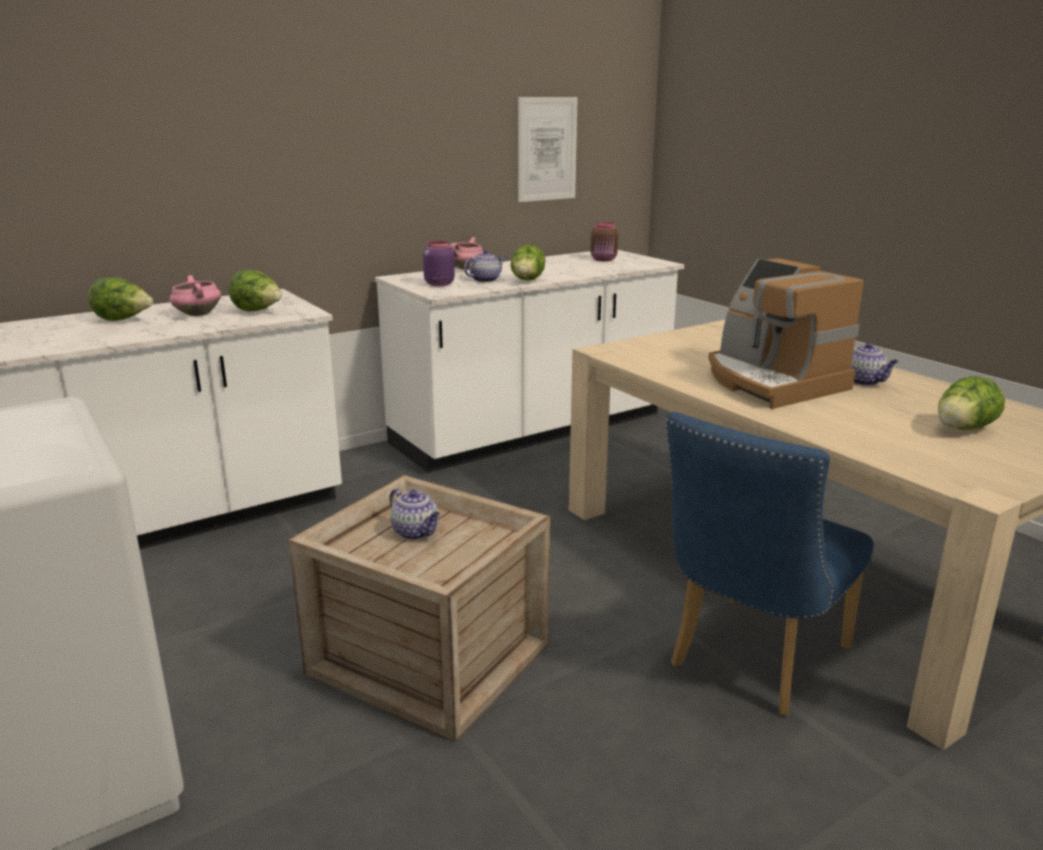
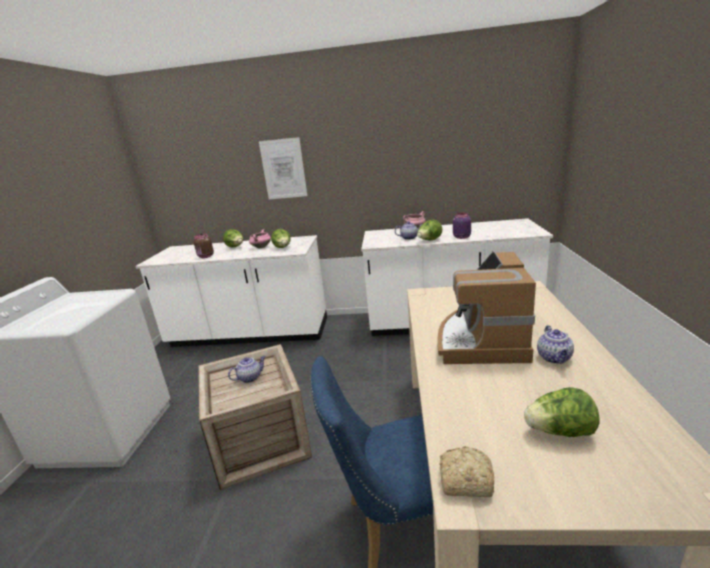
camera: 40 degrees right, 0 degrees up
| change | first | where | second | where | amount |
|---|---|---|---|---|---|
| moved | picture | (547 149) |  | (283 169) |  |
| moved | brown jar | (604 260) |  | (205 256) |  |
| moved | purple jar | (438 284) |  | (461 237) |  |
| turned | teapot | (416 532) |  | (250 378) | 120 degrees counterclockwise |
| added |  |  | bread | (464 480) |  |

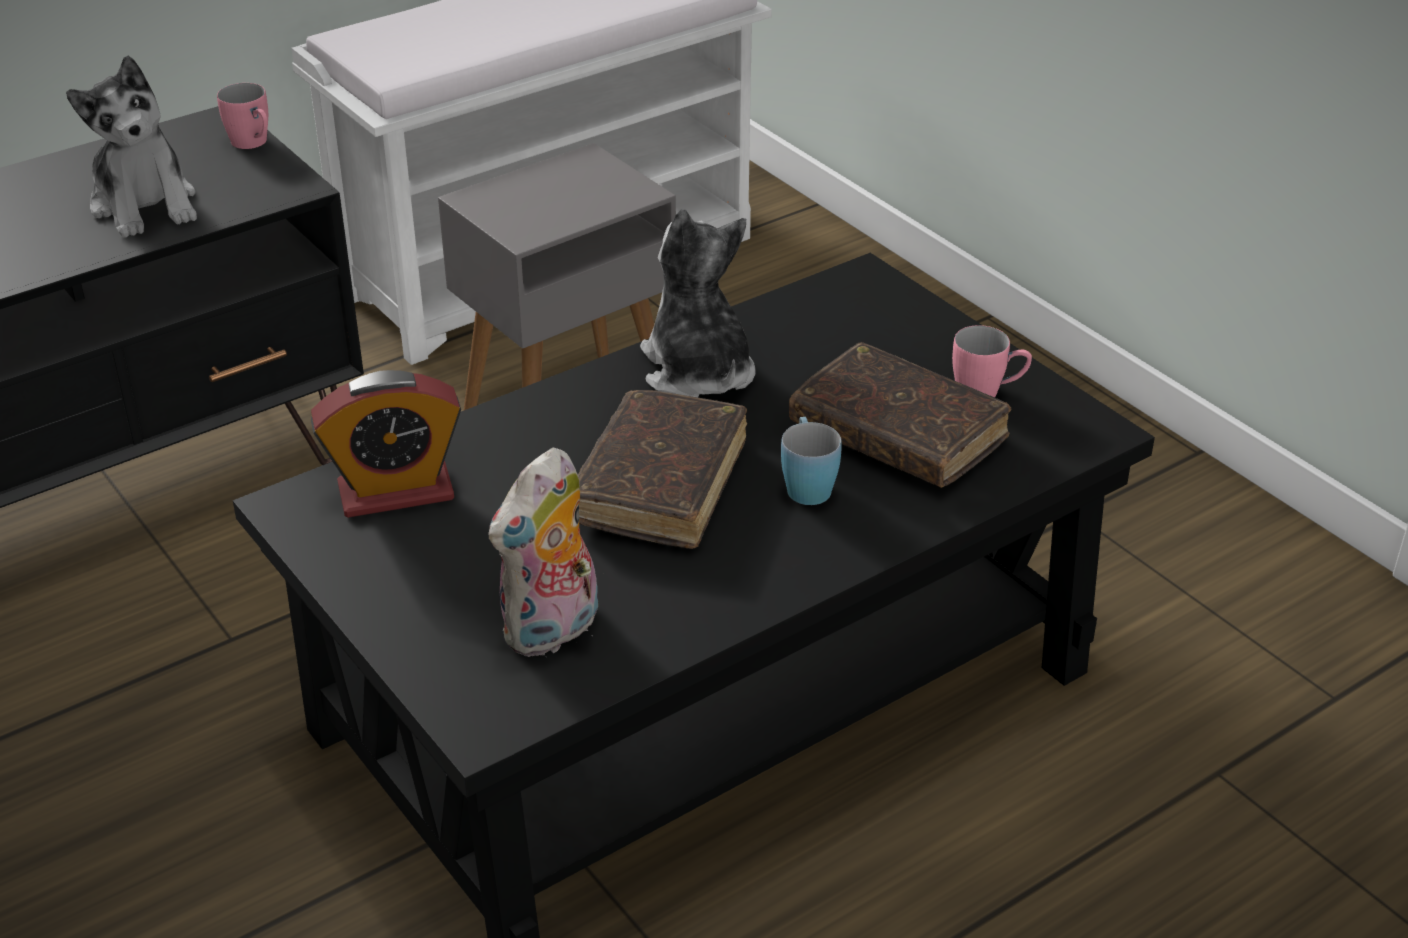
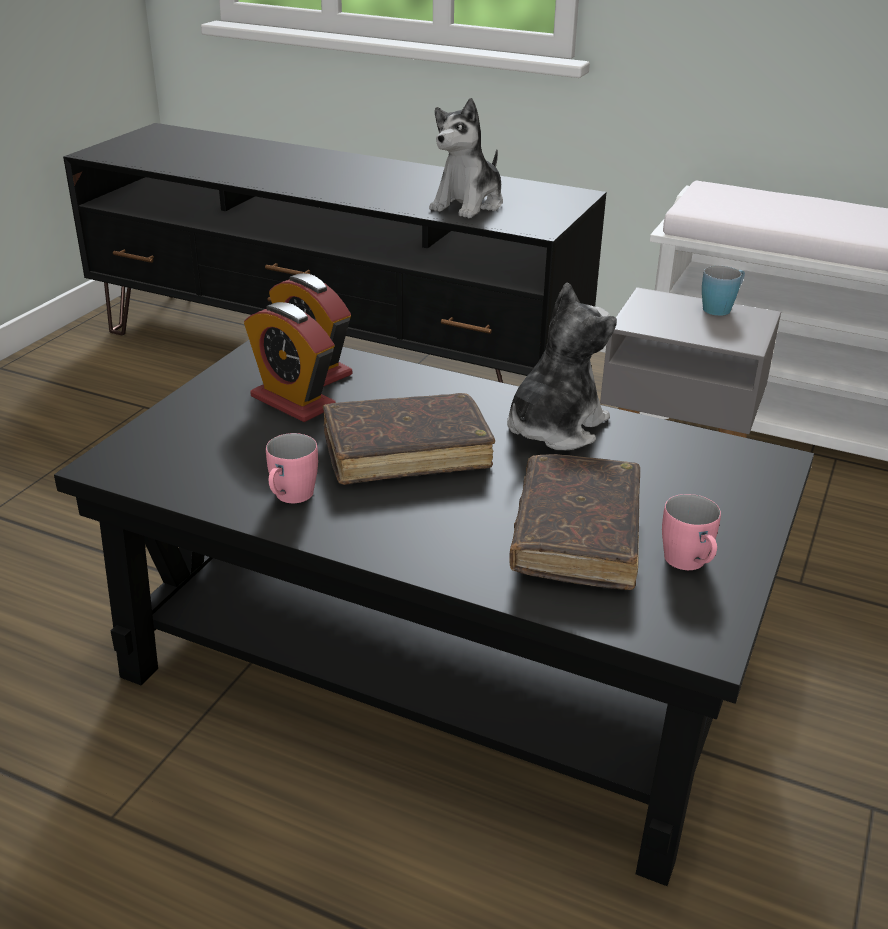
camera: 60 degrees right, 5 degrees down
| change | first | where | second | where | amount |
|---|---|---|---|---|---|
| moved | pink mug | (254 144) |  | (290 498) |  |
| moved | blue mug | (806 484) |  | (721 308) |  |
| removed | plush toy | (553 631) |  |  |  |
| added |  |  | alarm clock | (293 402) |  |

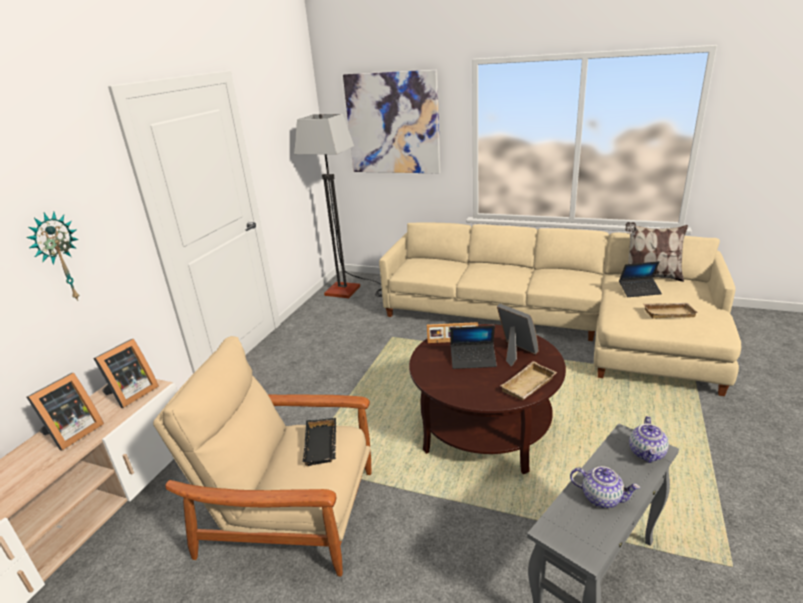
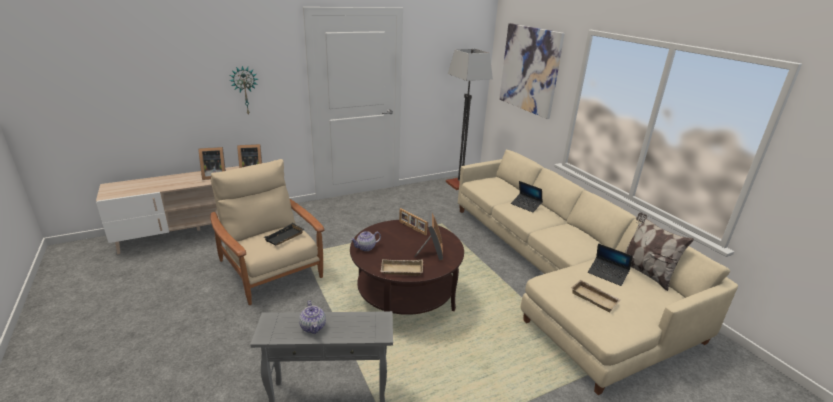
camera: 40 degrees right, 0 degrees up
| change | first | where | second | where | amount |
|---|---|---|---|---|---|
| moved | laptop | (473 360) |  | (526 205) |  |
| moved | teapot | (647 453) |  | (366 248) |  |

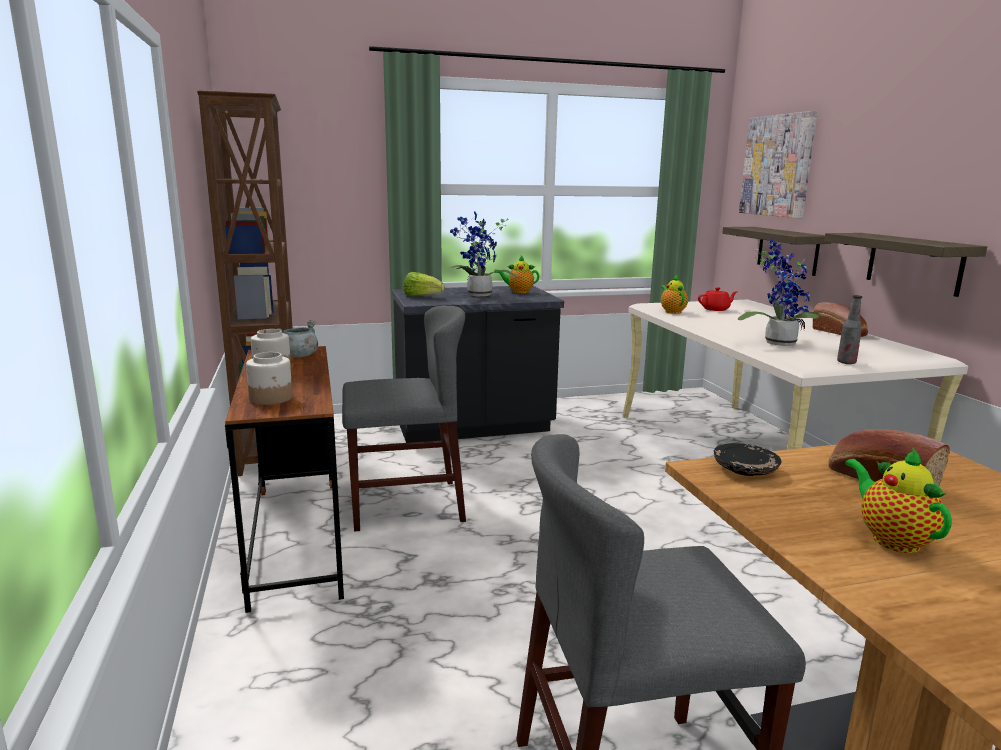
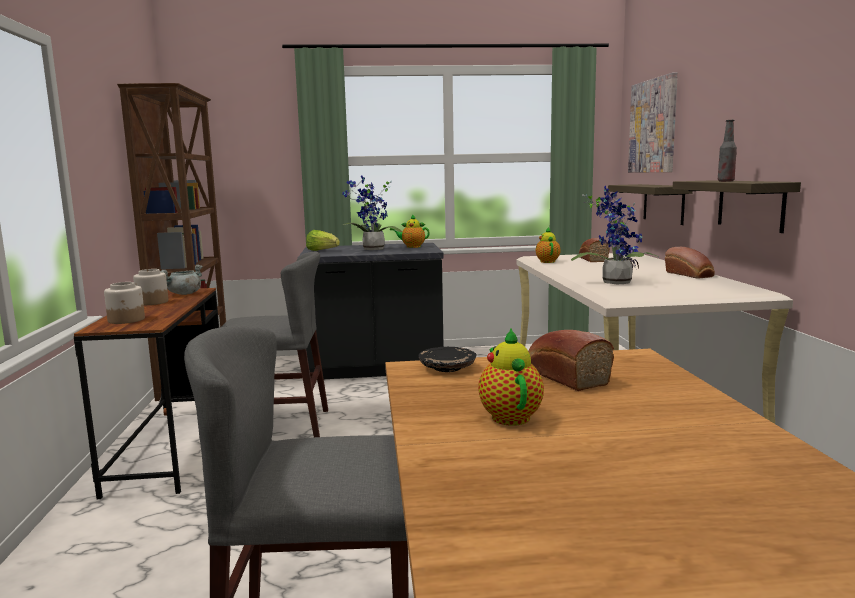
camera: 10 degrees right, 5 degrees down
| change | first | where | second | where | amount |
|---|---|---|---|---|---|
| replaced | red teapot | (716 309) | bread | (592 259) |  |
| moved | bottle | (846 362) |  | (725 181) |  |

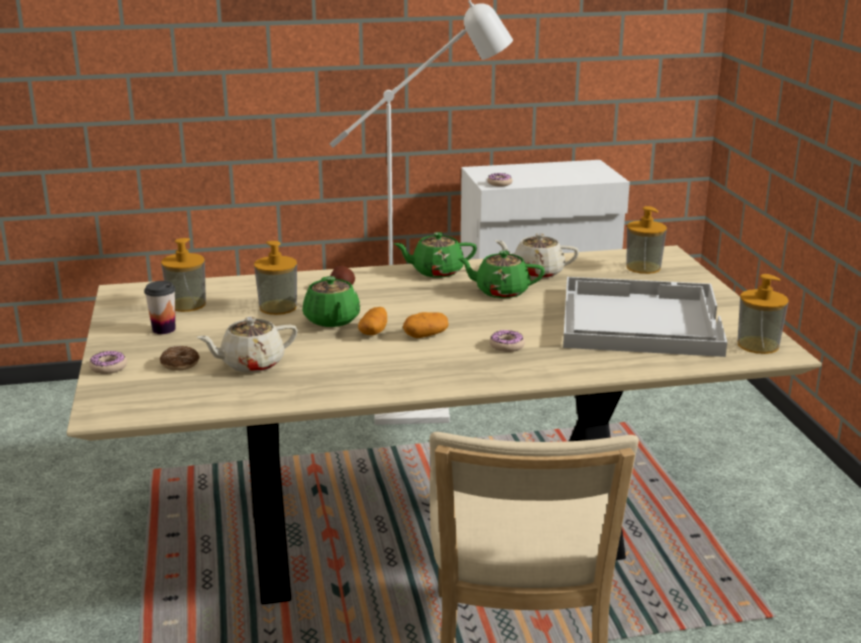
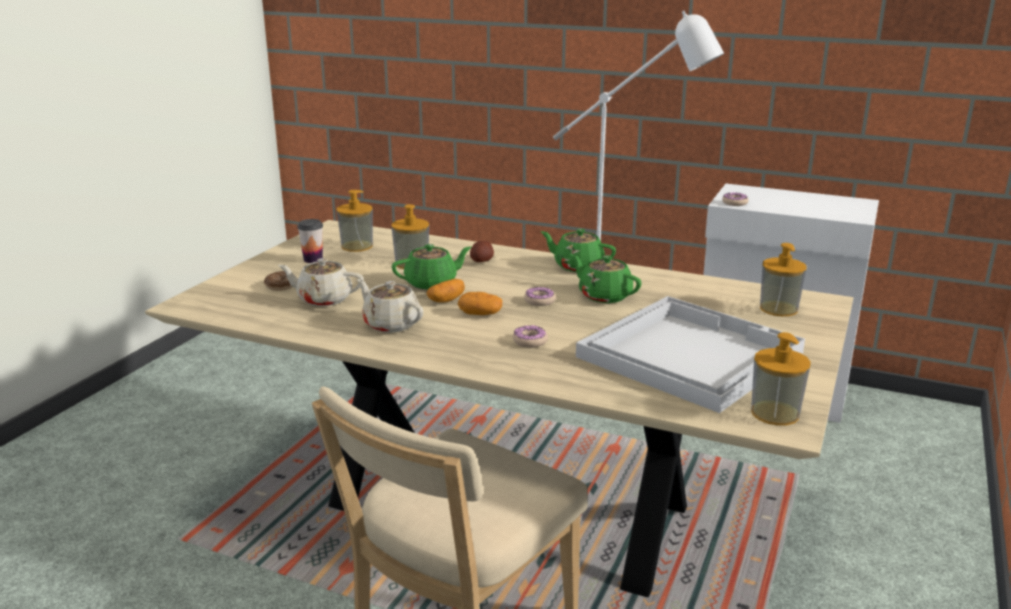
camera: 35 degrees right, 0 degrees up
| change | first | where | second | where | amount |
|---|---|---|---|---|---|
| moved | beige teapot | (536 272) |  | (391 324) |  |
| turned | green teapot | (332 320) |  | (432 283) | 135 degrees counterclockwise |
| moved | donut | (108 367) |  | (539 301) |  |

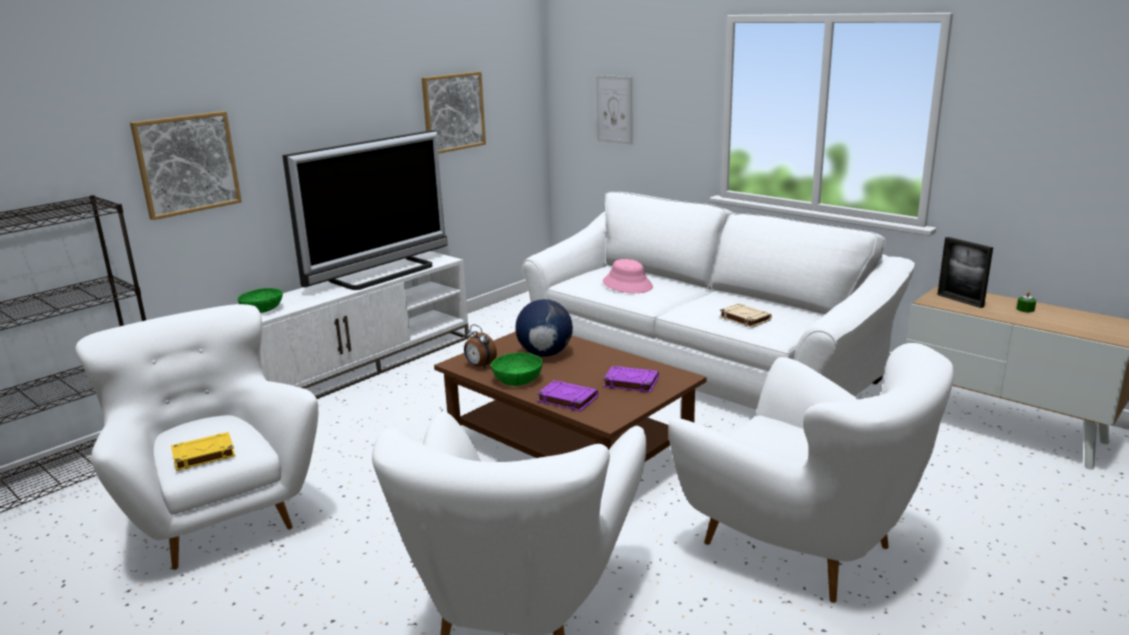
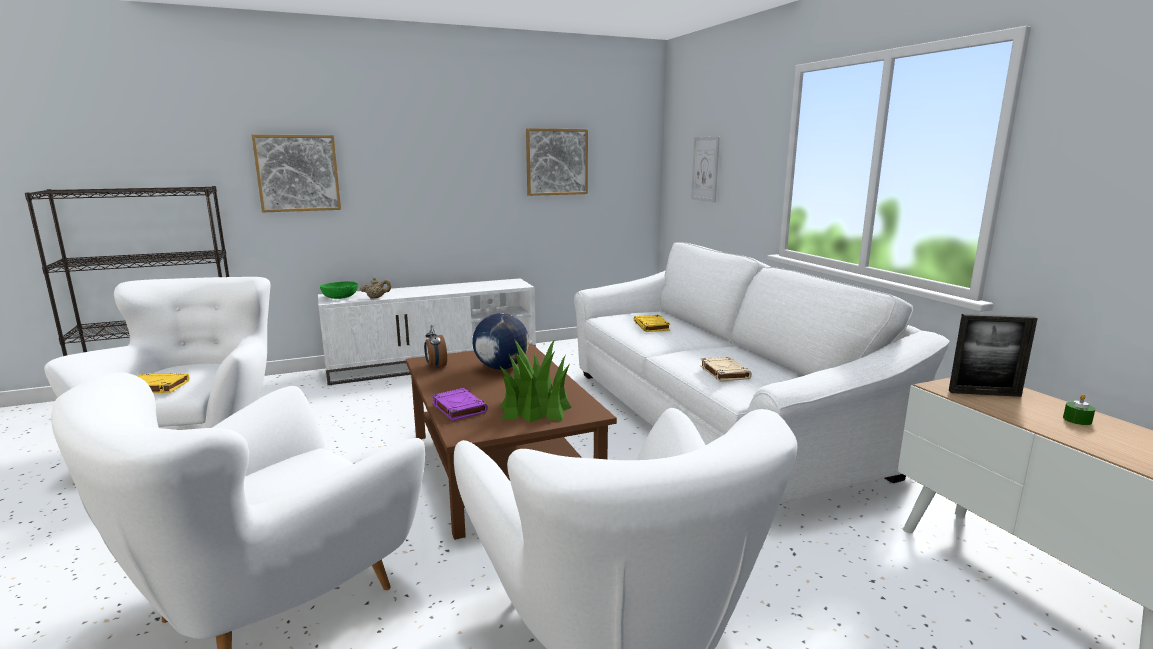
camera: 25 degrees right, 5 degrees down
| change | first | where | second | where | amount |
|---|---|---|---|---|---|
| removed | television | (384 274) |  |  |  |
| turned | picture frame | (960 300) |  | (984 393) | 75 degrees counterclockwise |
| replaced | pink hat | (627 285) | yellow book | (651 326) |  |
| removed | green bowl | (517 380) |  |  |  |
| replaced | purple book | (630 383) | potted plant | (535 407) |  |
| added |  |  | beige teapot | (376 298) |  |

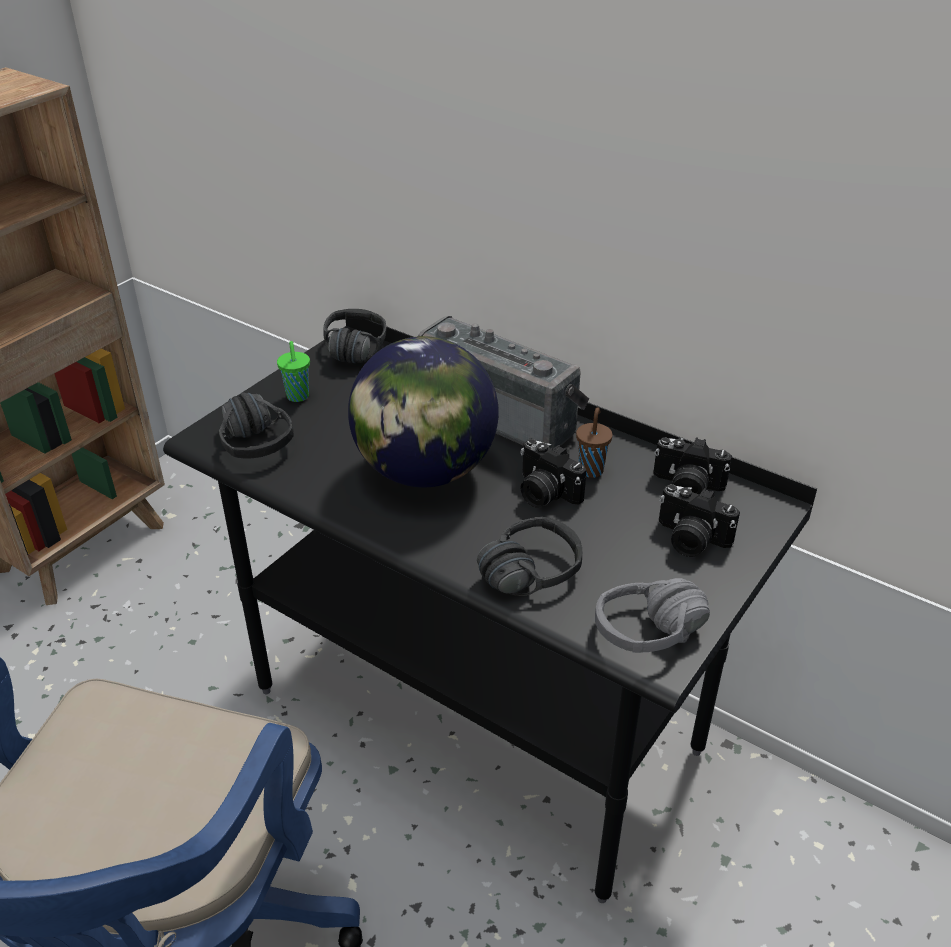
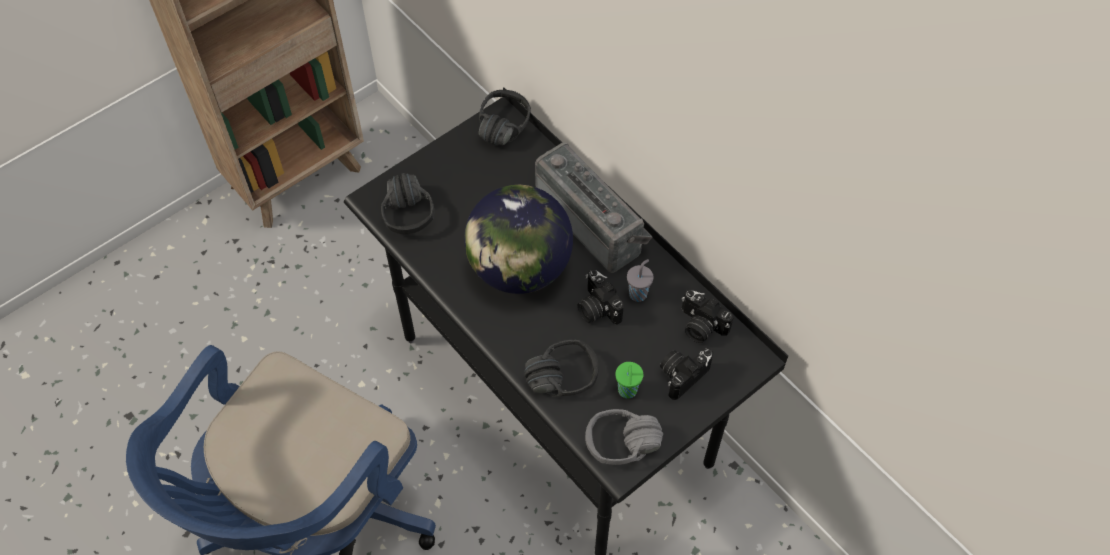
camera: 15 degrees right, 20 degrees up
| change | first | where | second | where | amount |
|---|---|---|---|---|---|
| moved | green cup | (298 397) |  | (627 391) |  |
| recoloured | brown cup | (591 469) | grey cup | (638 293) |  |
| turned | photo camera | (690 540) |  | (682 374) | 90 degrees clockwise |

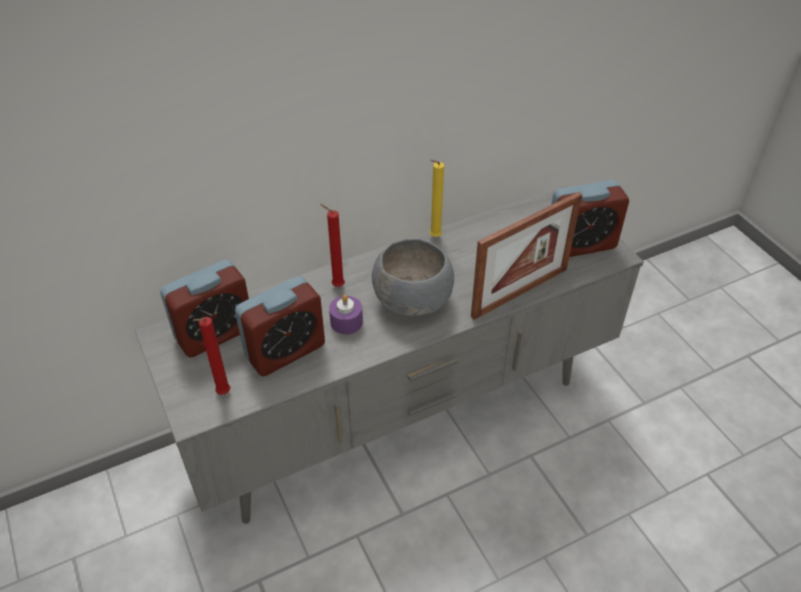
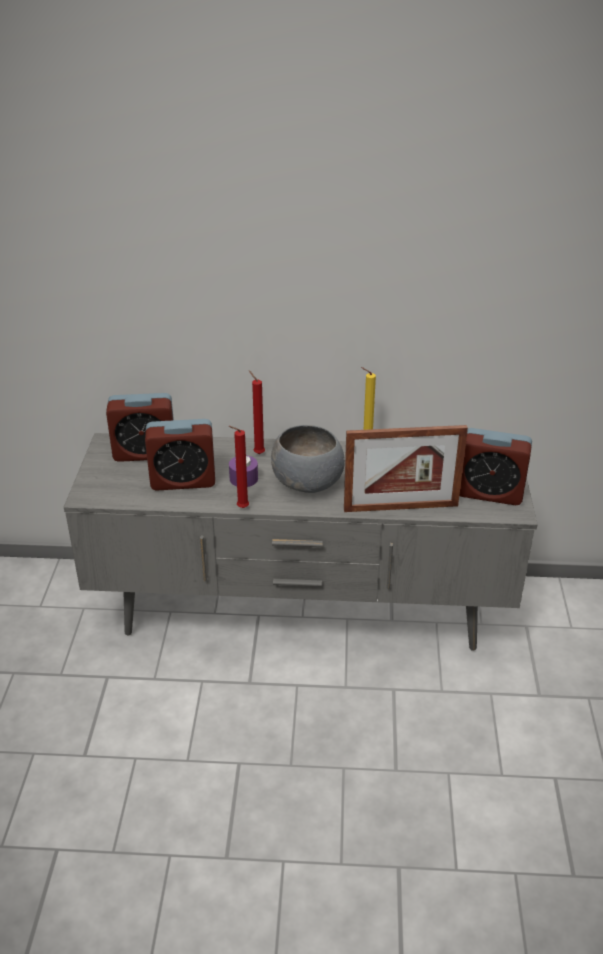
camera: 30 degrees right, 10 degrees down
| change | first | where | second | where | amount |
|---|---|---|---|---|---|
| moved | red candle | (221 394) |  | (241 508) |  |

